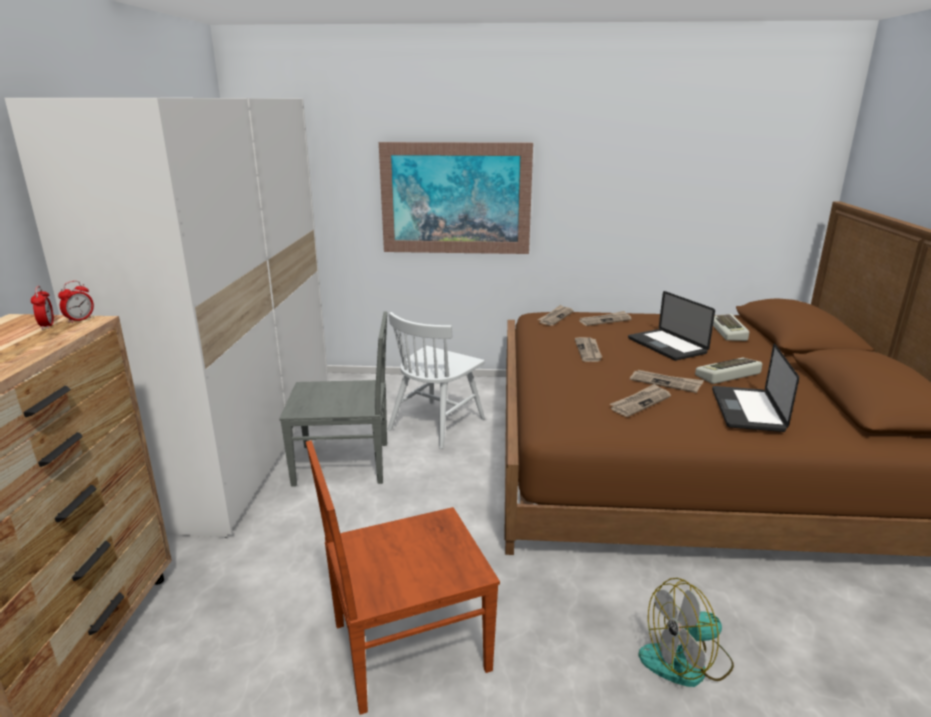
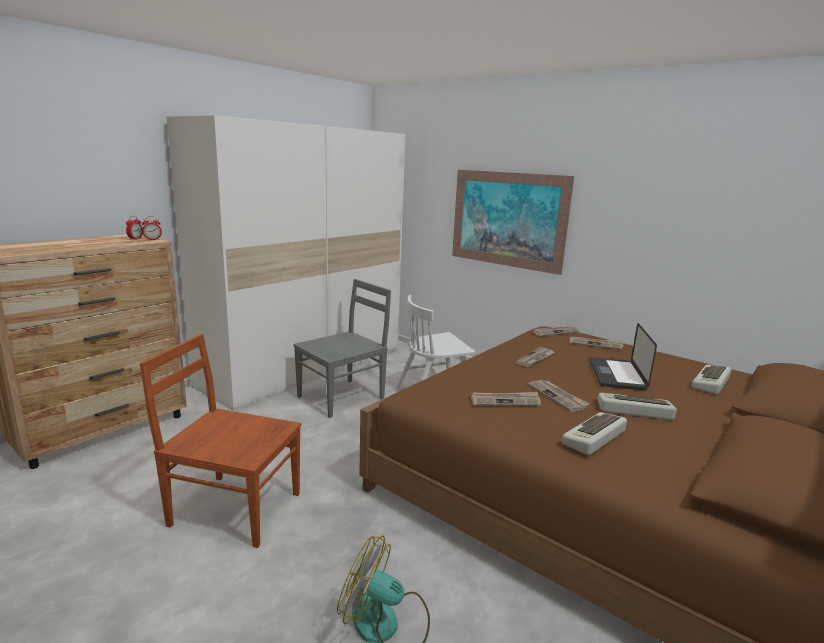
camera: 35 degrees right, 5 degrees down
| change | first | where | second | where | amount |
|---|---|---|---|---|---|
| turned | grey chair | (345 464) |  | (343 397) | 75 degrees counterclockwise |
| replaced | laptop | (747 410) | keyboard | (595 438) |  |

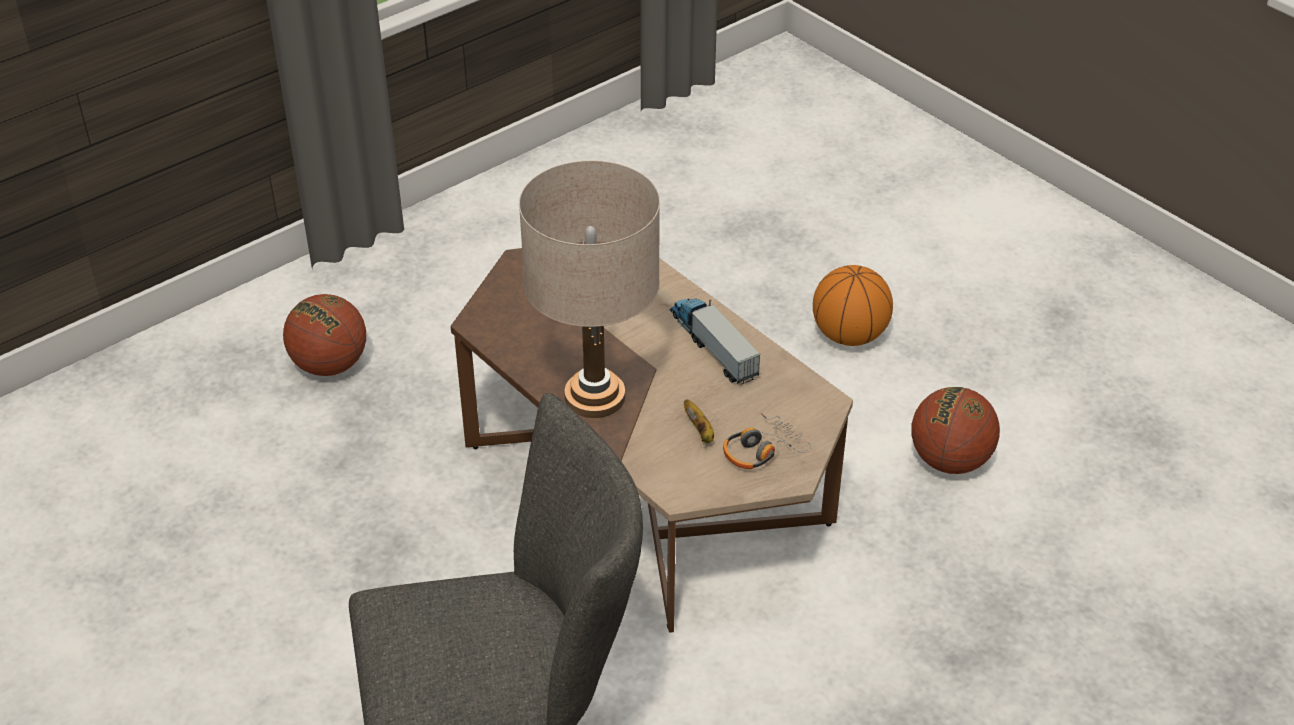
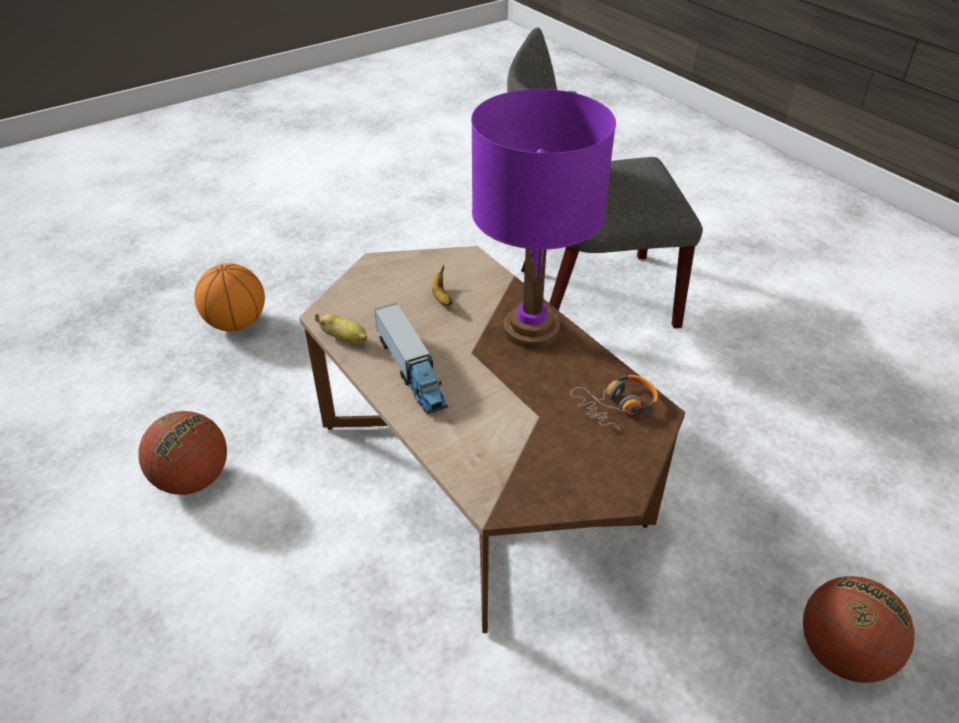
camera: 175 degrees left, 0 degrees up
| change | first | where | second | where | amount |
|---|---|---|---|---|---|
| recoloured | beige table lamp | (595 397) | purple table lamp | (530 330) |  |
| moved | basketball | (849 335) |  | (236 323) |  |
| moved | headphones | (762 450) |  | (617 406) |  |
| added |  |  | banana | (345 339) |  |

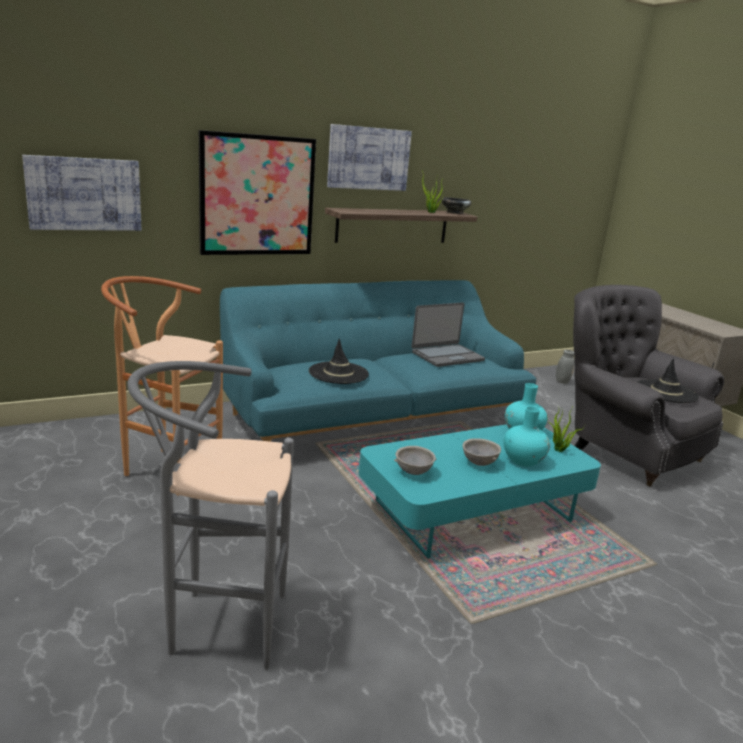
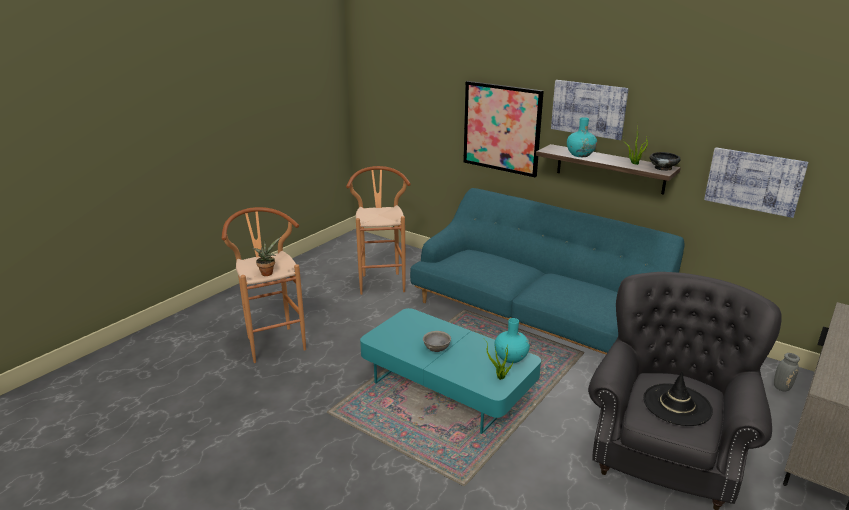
camera: 65 degrees right, 5 degrees up
| change | first | where | second | where | amount |
|---|---|---|---|---|---|
| moved | picture | (84 194) |  | (754 181) |  |
| removed | laptop | (447 356) |  |  |  |
| removed | black hat | (338 373) |  |  |  |
| recoloured | grey stool | (216 624) | brown stool | (273 341) |  |
| moved | turquoise vase | (523 460) |  | (580 155) |  |
| removed | grey bowl | (413 472) |  |  |  |
| added |  |  | potted plant | (267 272) |  |

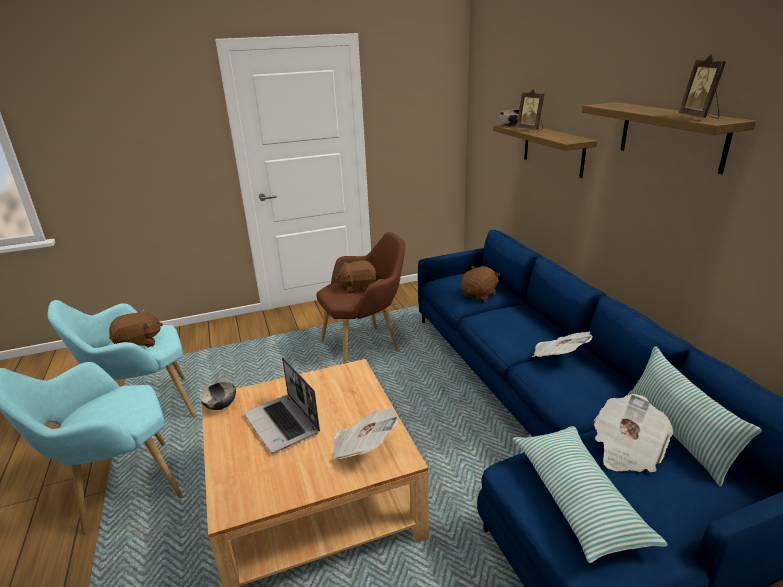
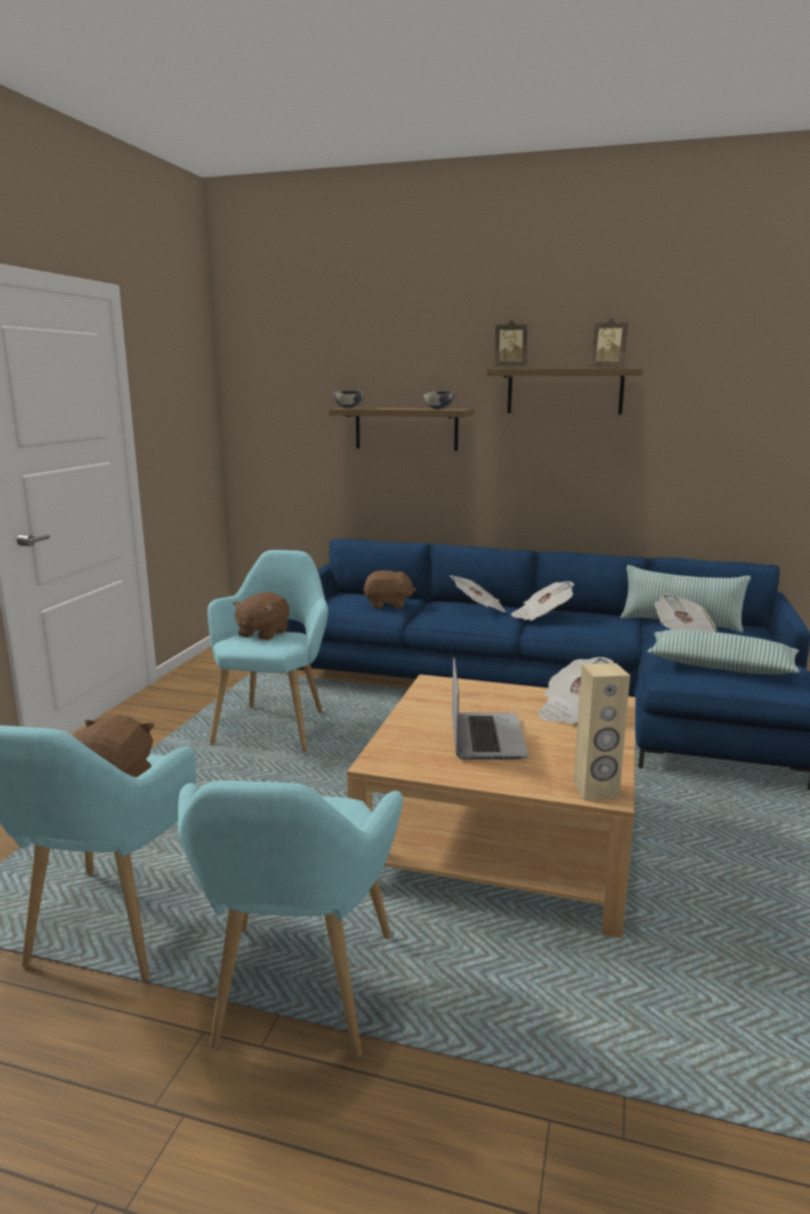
camera: 55 degrees left, 10 degrees down
| change | first | where | second | where | amount |
|---|---|---|---|---|---|
| moved | picture frame | (530 129) |  | (509 368) |  |
| recoloured | brown armchair | (365 347) | turquoise armchair | (276 725) |  |
| turned | brown plush toy | (479 295) |  | (388 605) | 105 degrees clockwise |
| turned | laptop | (283 424) |  | (485 737) | 90 degrees counterclockwise |
| moved | bowl | (221 406) |  | (439 409) |  |
| added |  |  | newspaper | (478 608) |  |
| added |  |  | beige speaker | (596 790) |  |

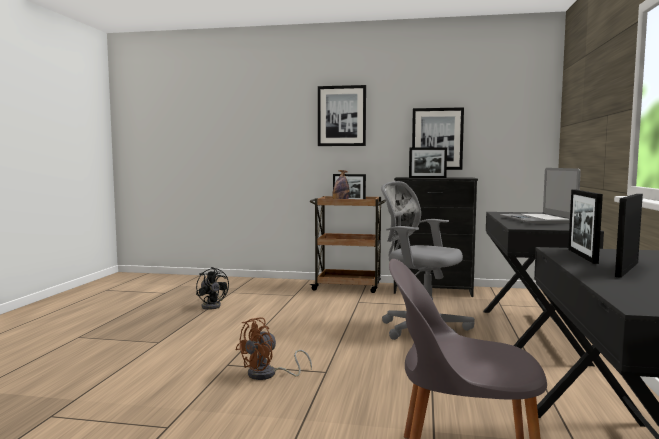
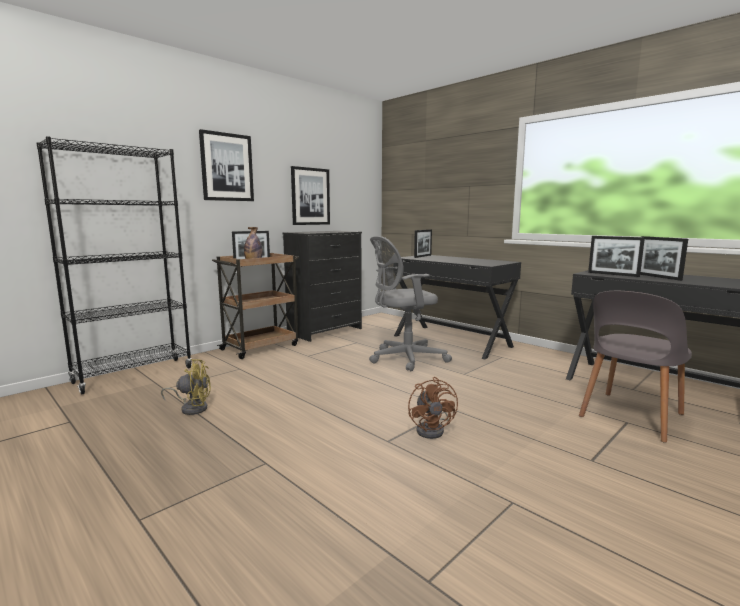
camera: 55 degrees left, 5 degrees up
| change | first | where | second | where | amount |
|---|---|---|---|---|---|
| moved | picture frame | (427 177) |  | (423 256) |  |
| removed | laptop | (537 220) |  |  |  |
| recoloured | black fan | (213 306) | yellow fan | (192 408) |  |
| added |  |  | black bookcase | (134 375) |  |

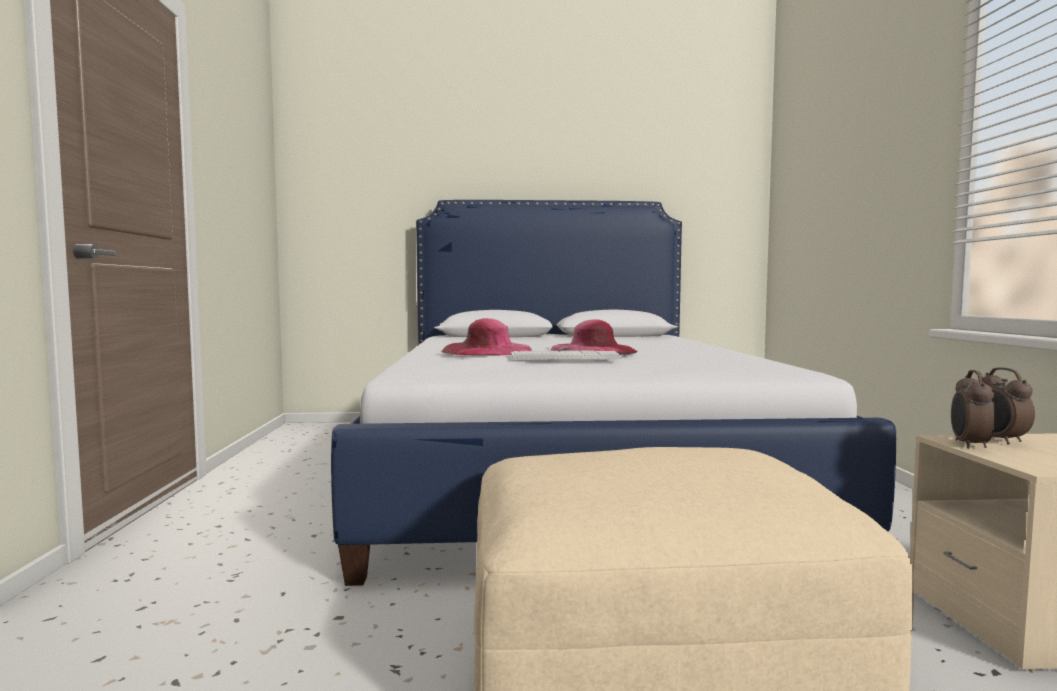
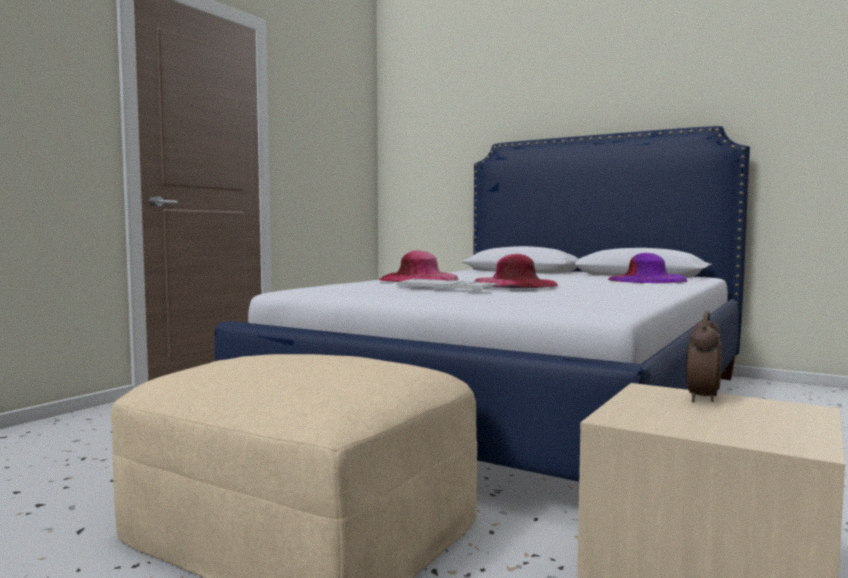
camera: 35 degrees right, 0 degrees up
| change | first | where | second | where | amount |
|---|---|---|---|---|---|
| removed | alarm clock | (969 445) |  |  |  |
| added |  |  | purple hat | (646 280) |  |

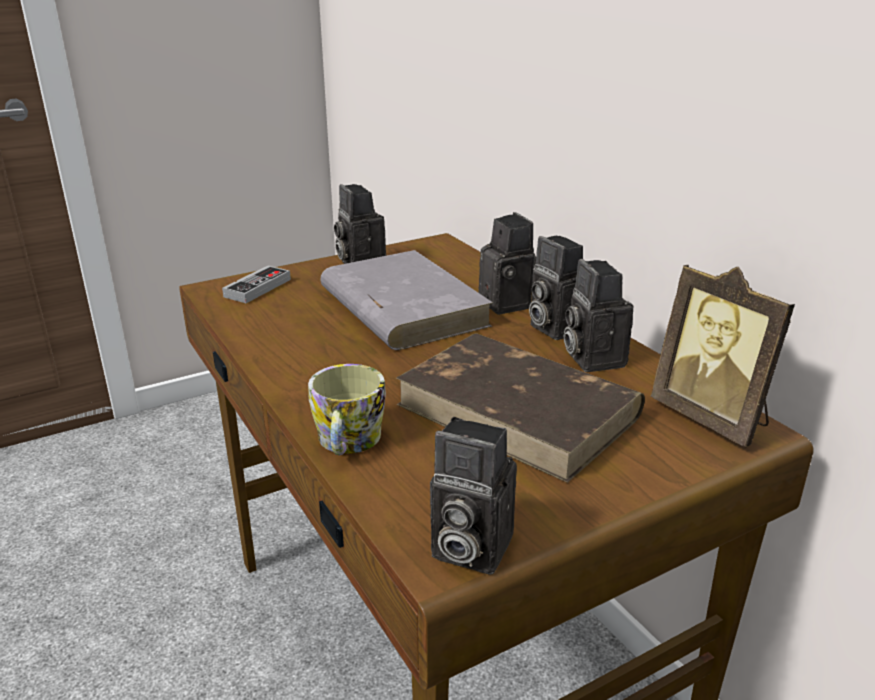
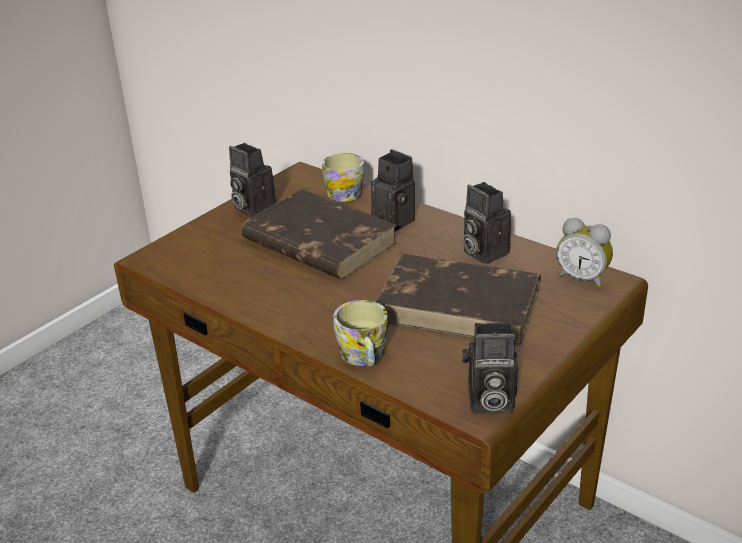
camera: 20 degrees left, 5 degrees up
| change | first | where | second | where | amount |
|---|---|---|---|---|---|
| removed | photo camera | (553 327) |  |  |  |
| recoloured | grey book | (402 307) | brown book | (318 241) |  |
| replaced | picture frame | (712 418) | alarm clock | (582 278) |  |
| removed | game controller | (257 288) |  |  |  |
| added |  |  | mug | (347 191) |  |

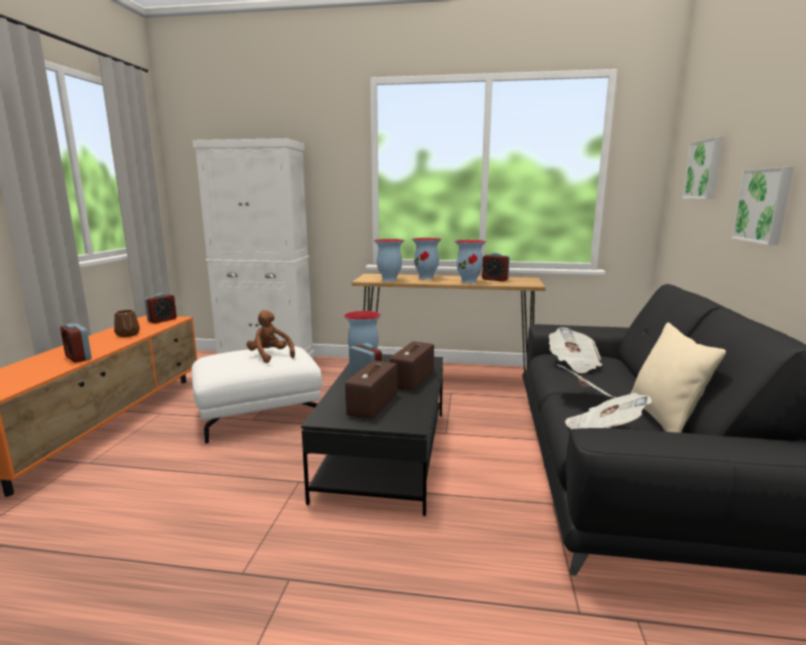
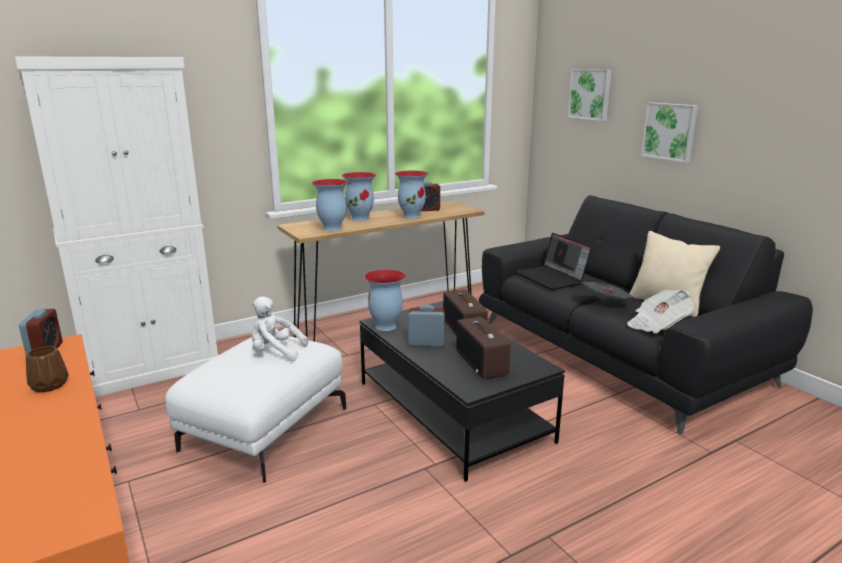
camera: 40 degrees left, 5 degrees up
| change | first | where | second | where | amount |
|---|---|---|---|---|---|
| recoloured | brown plush toy | (270 356) | white plush toy | (275 352) |  |
| removed | alarm clock | (78 358) |  |  |  |
| replaced | newspaper | (573 364) | laptop | (552 278) |  |

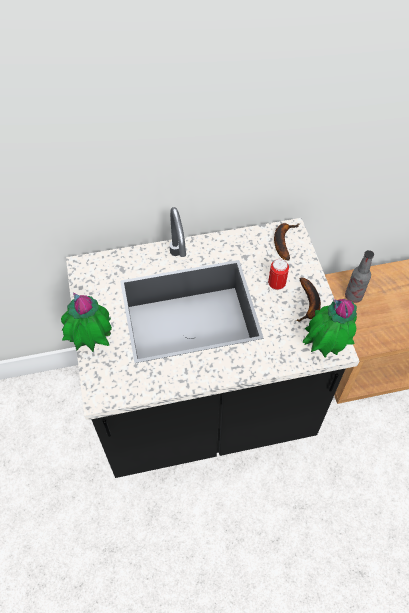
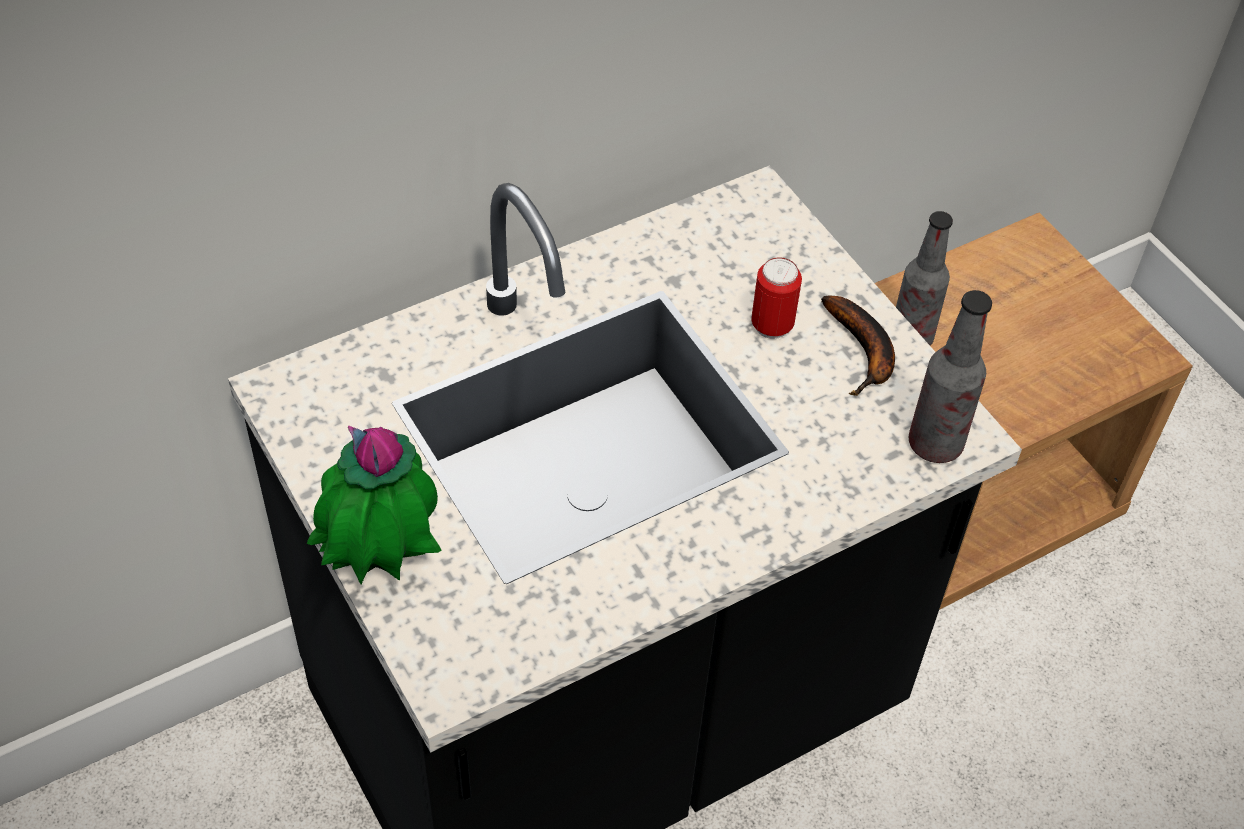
camera: 20 degrees left, 5 degrees down
| change | first | where | second | where | amount |
|---|---|---|---|---|---|
| removed | banana | (282 241) |  |  |  |
| replaced | potted plant | (324 349) | bottle | (935 444) |  |

